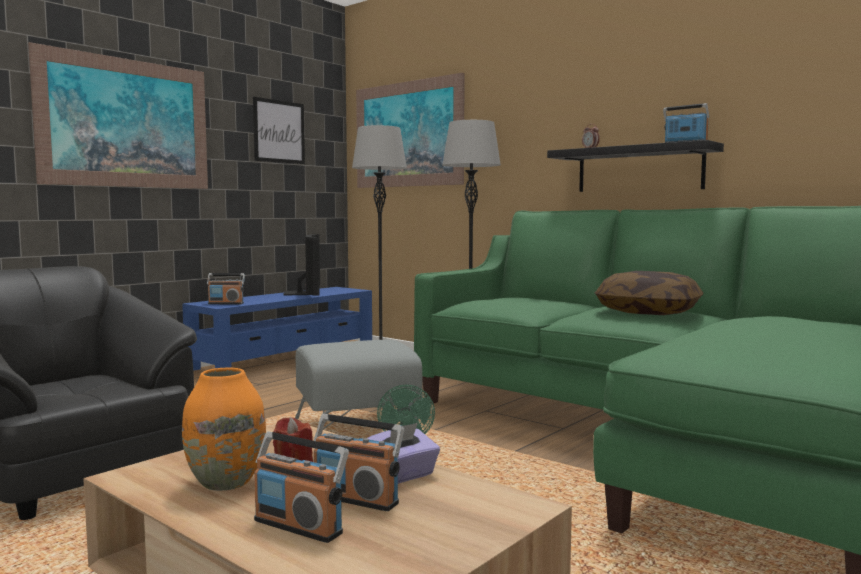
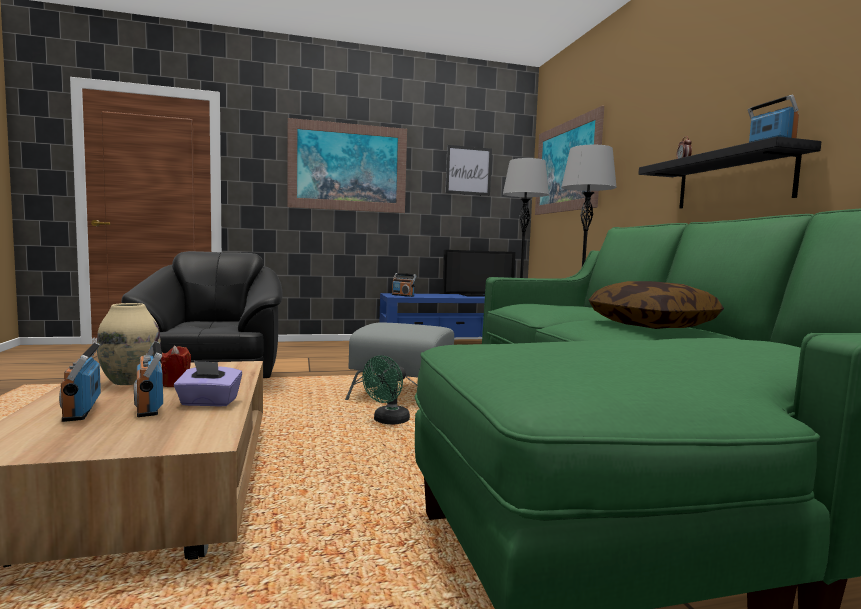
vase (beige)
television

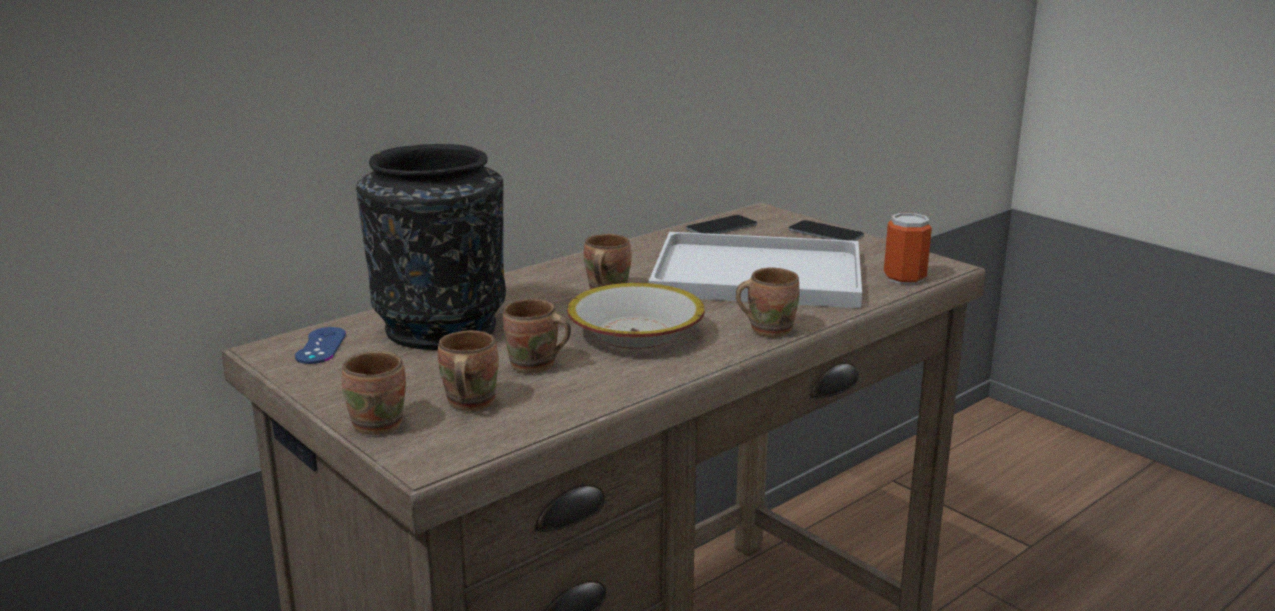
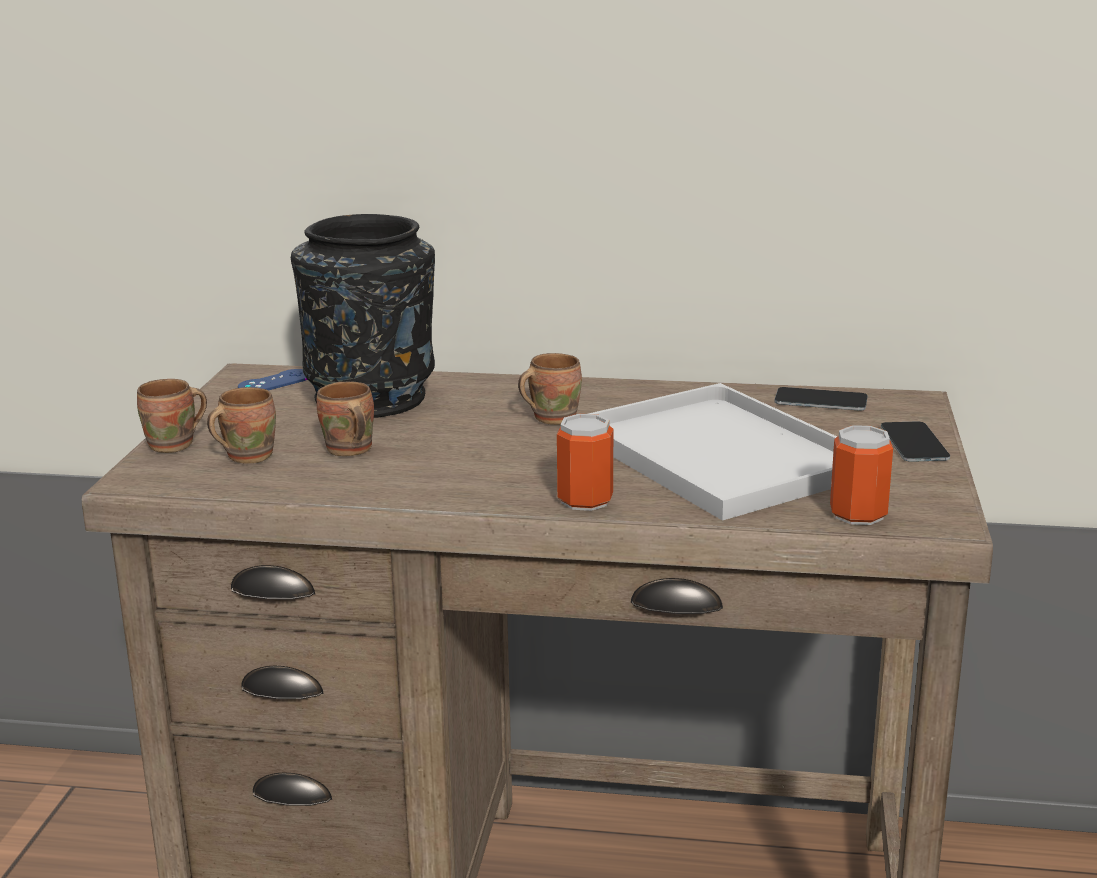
bowl
can (no. 1 from left)

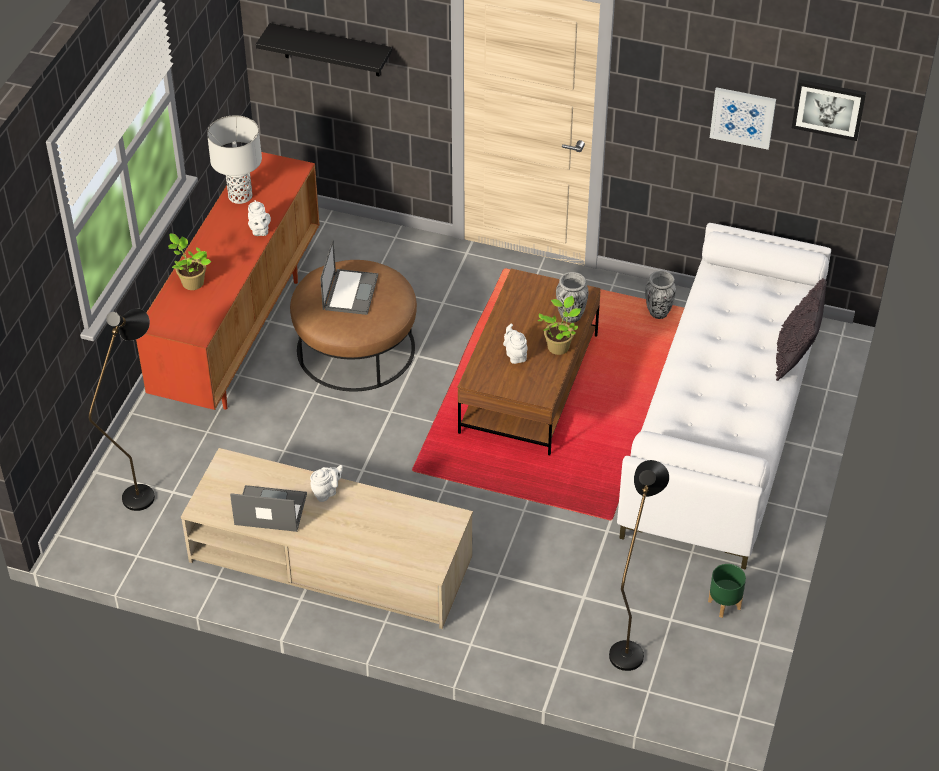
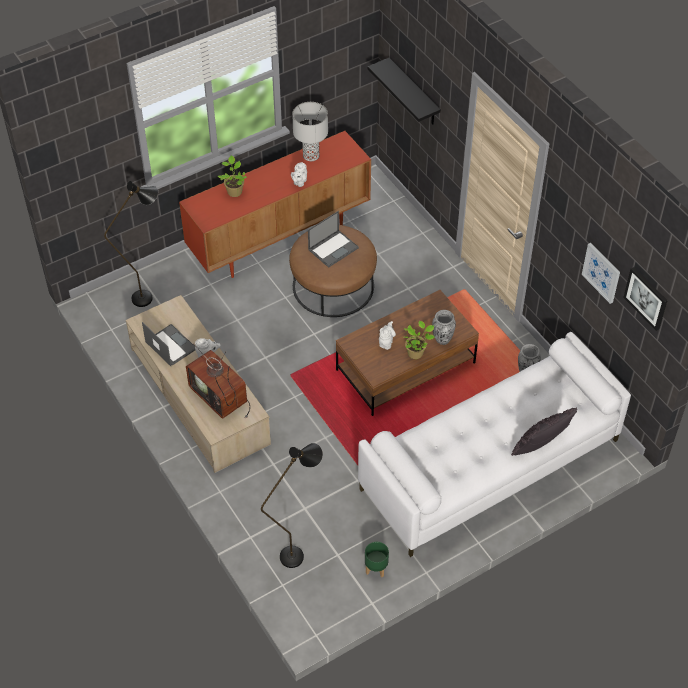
television

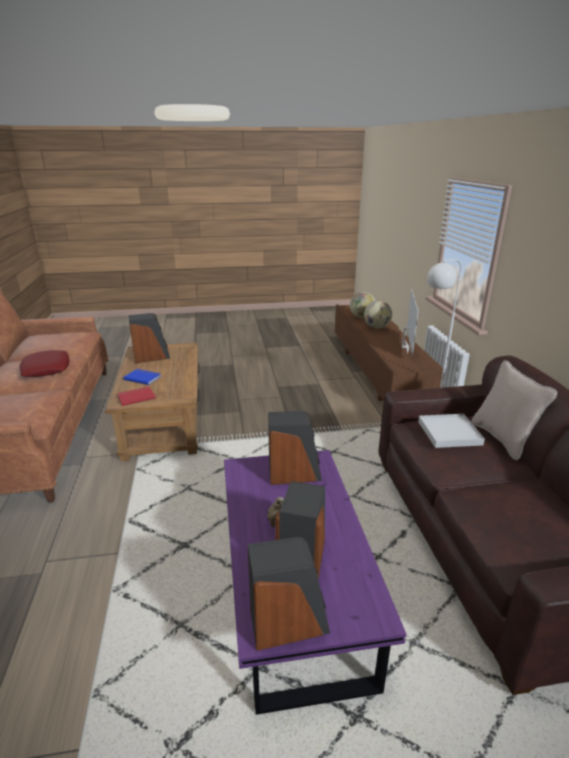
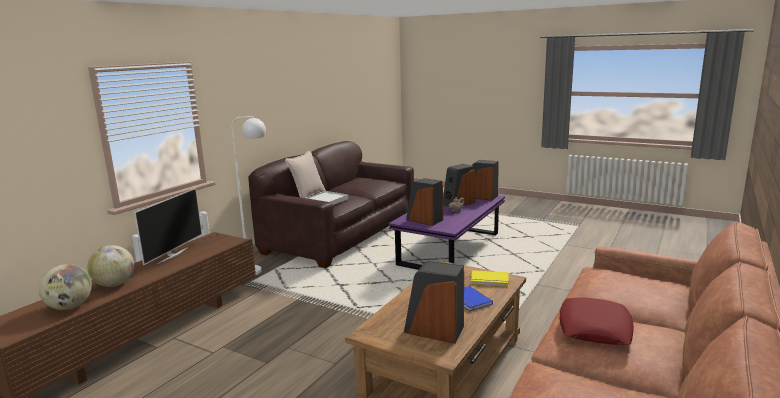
book (yellow)
television

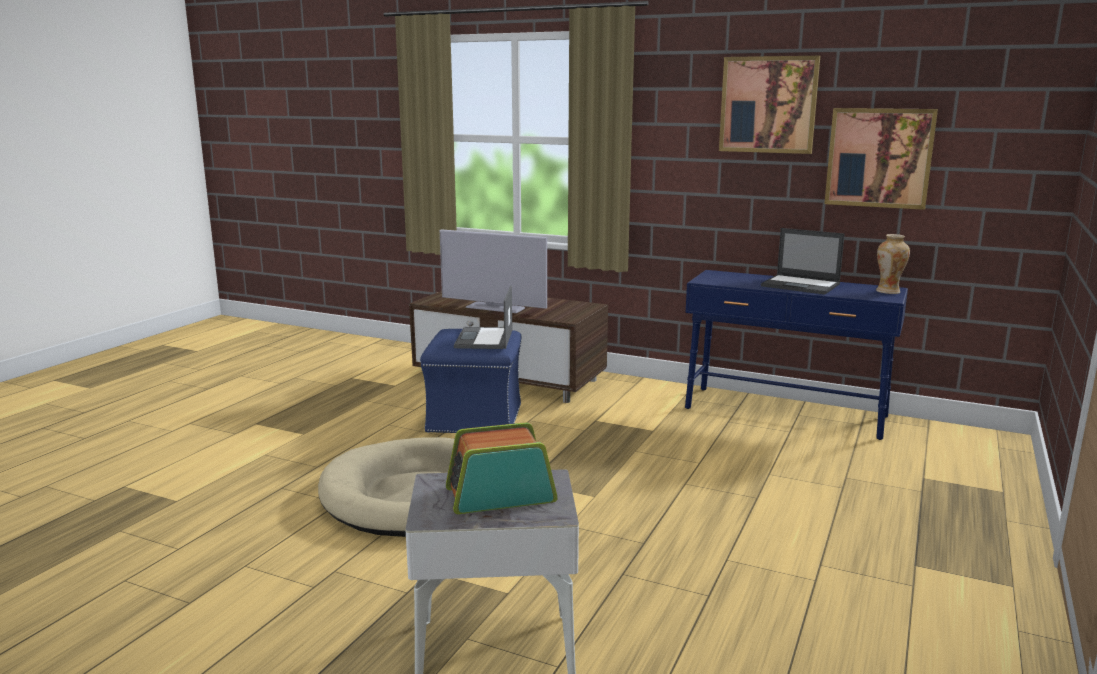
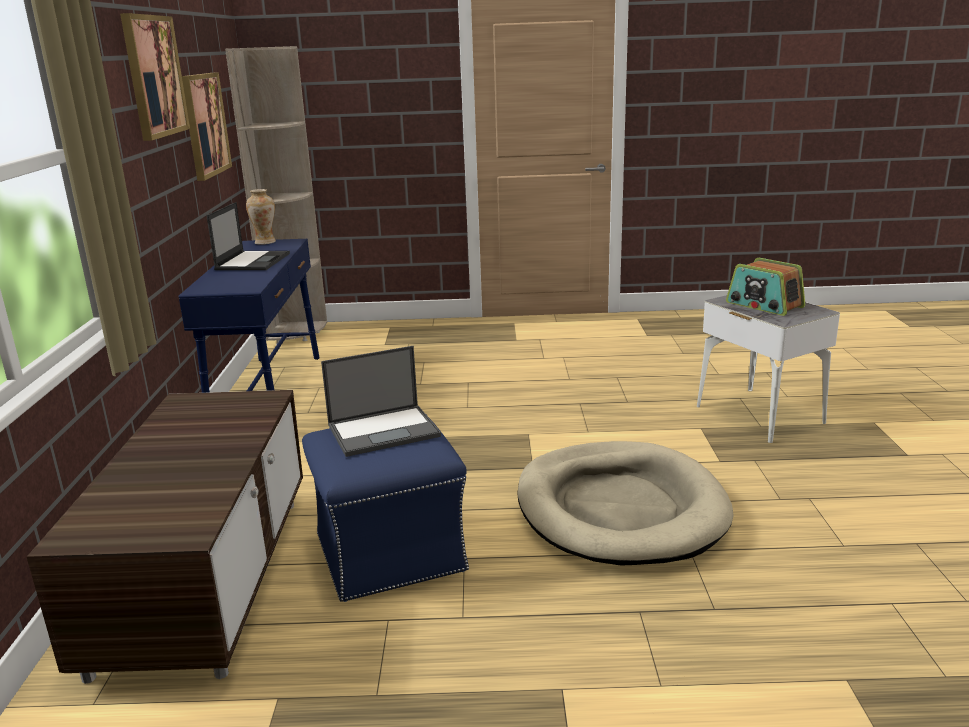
television
bookcase (beige)

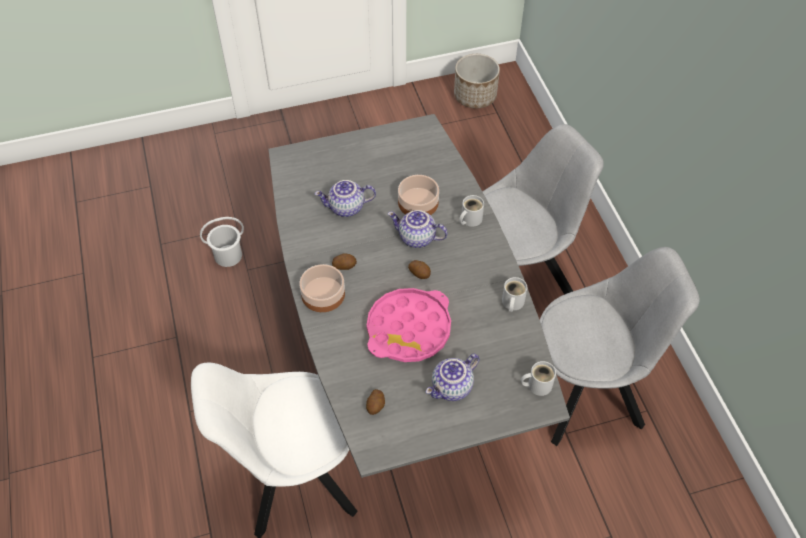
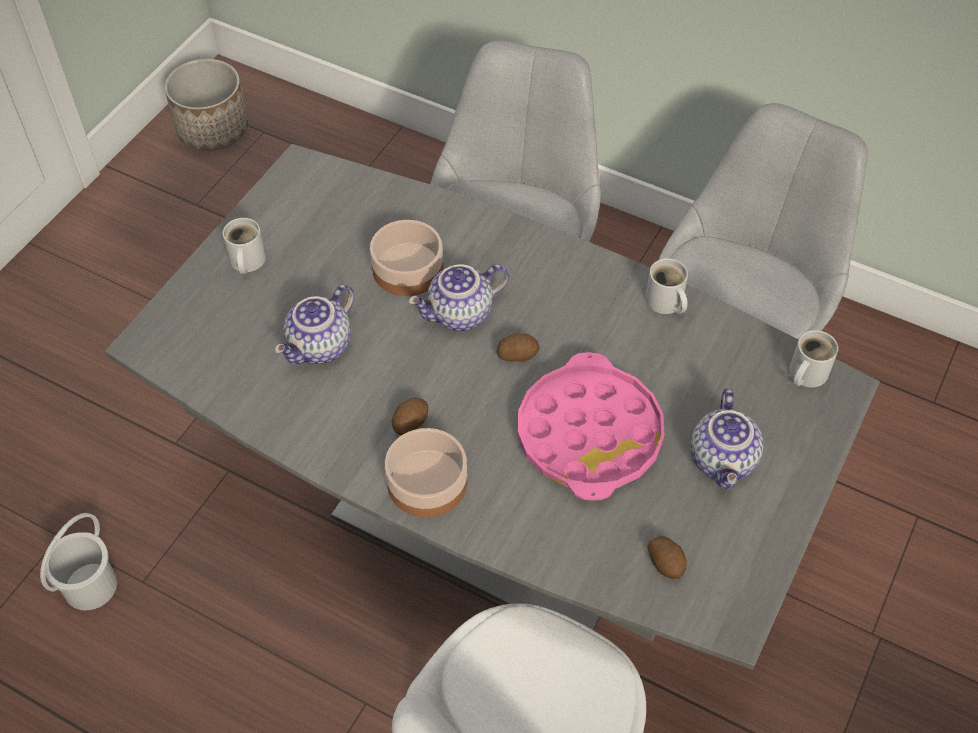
mug (white) (no. 1 from left)

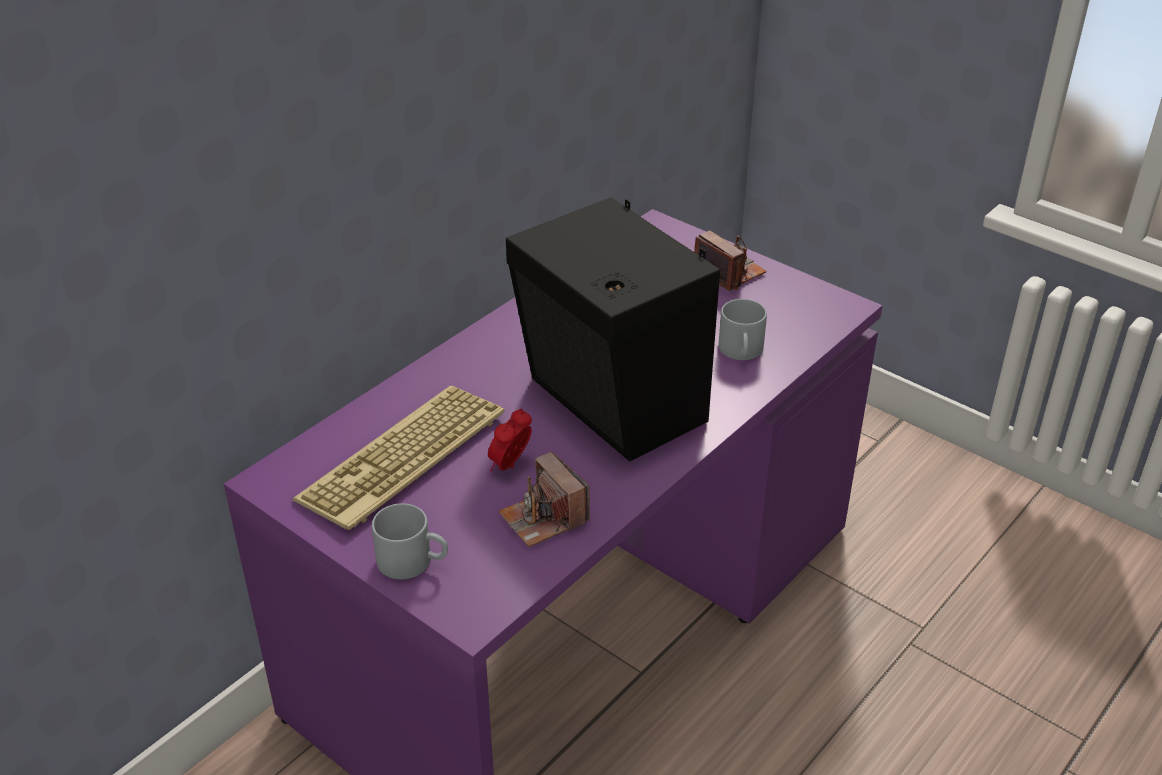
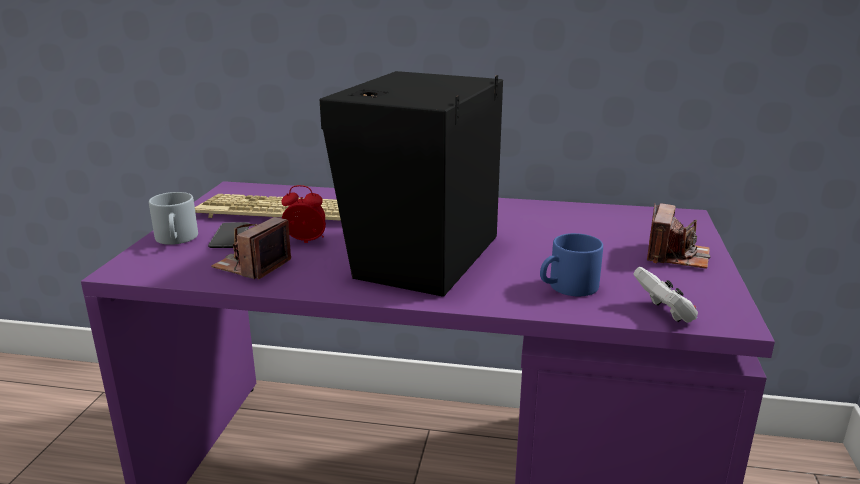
phone
game controller (white)
mug (blue)

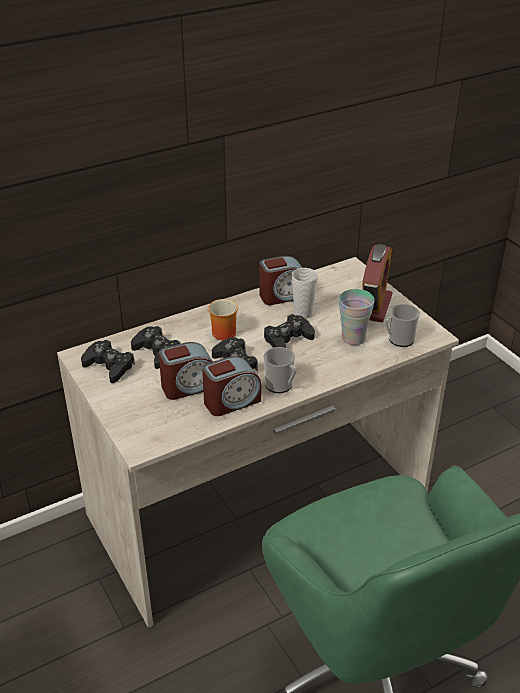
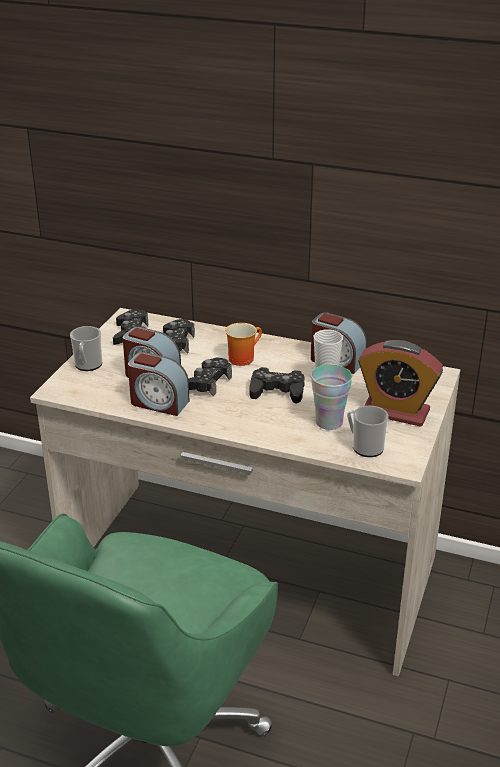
mug (no. 1 from left)
alarm clock (no. 4 from left)

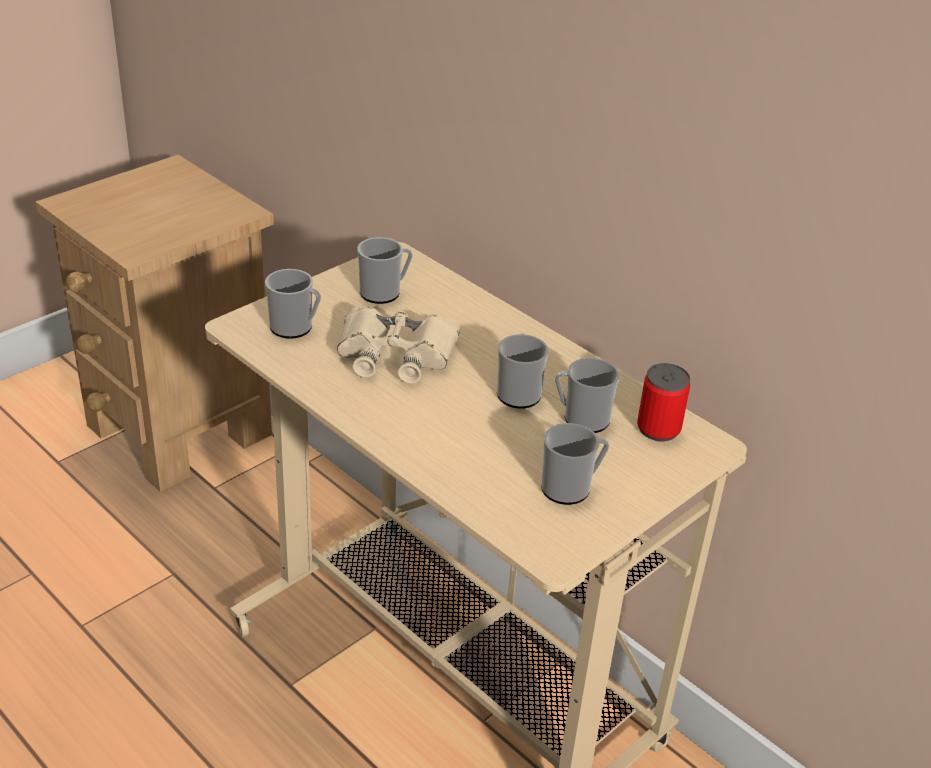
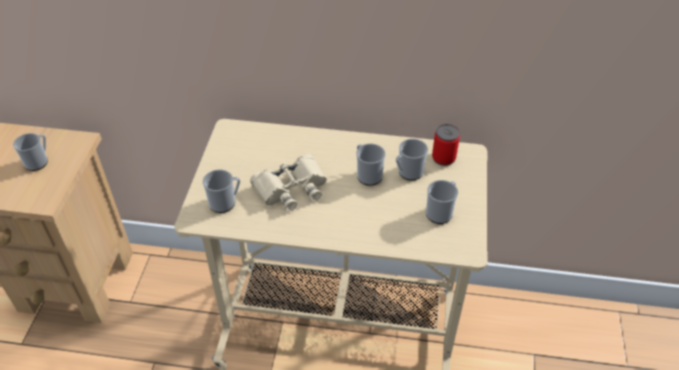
mug (no. 1 from left)

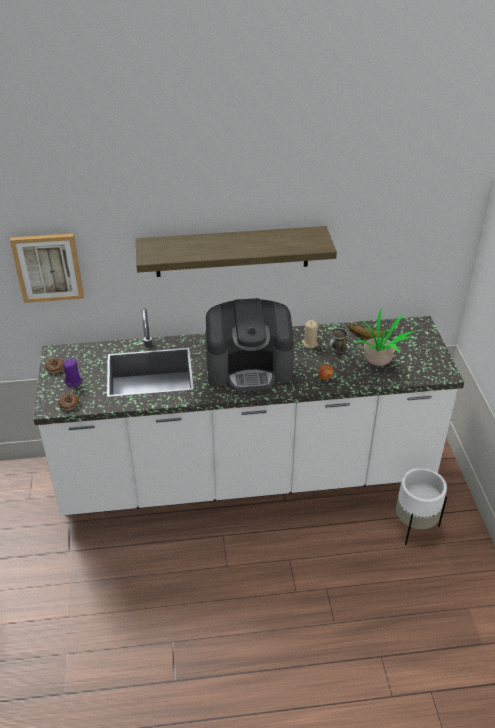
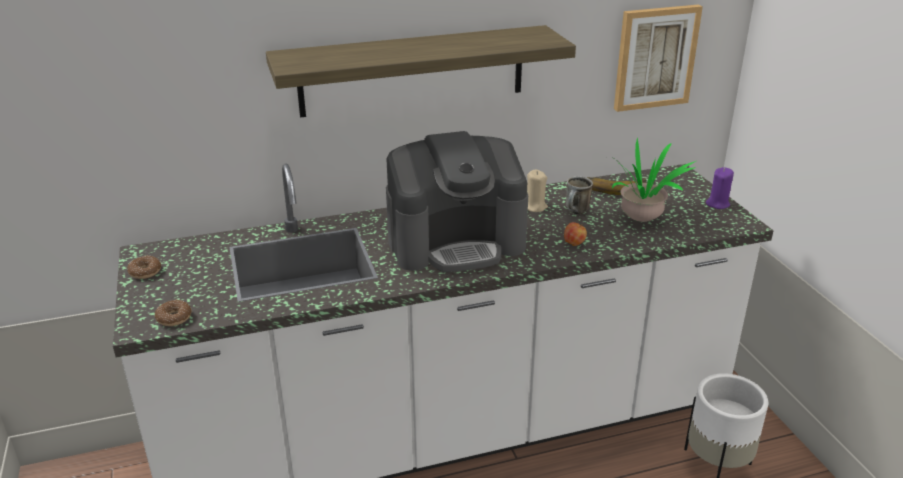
picture
candle (purple)

